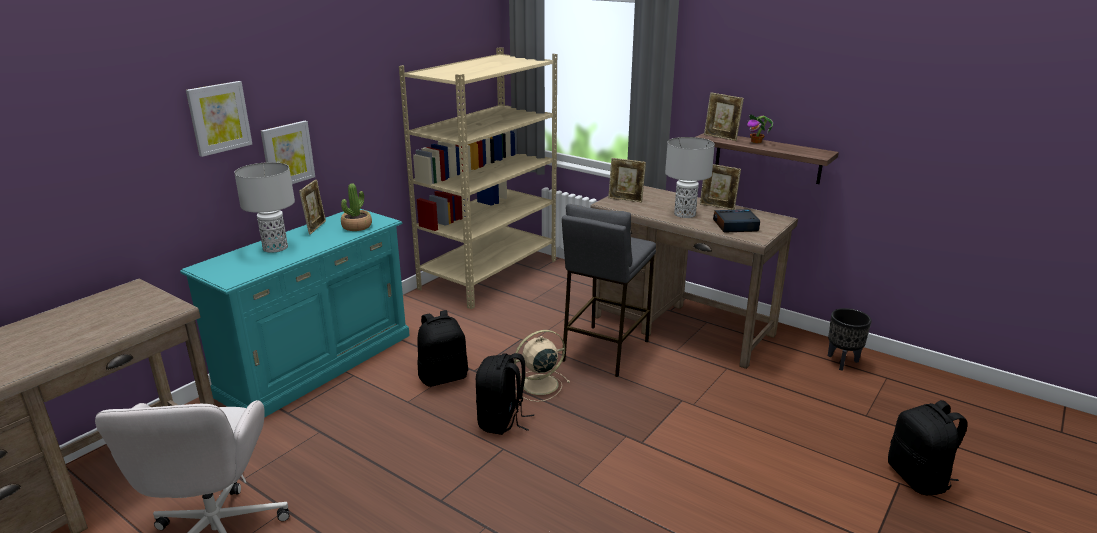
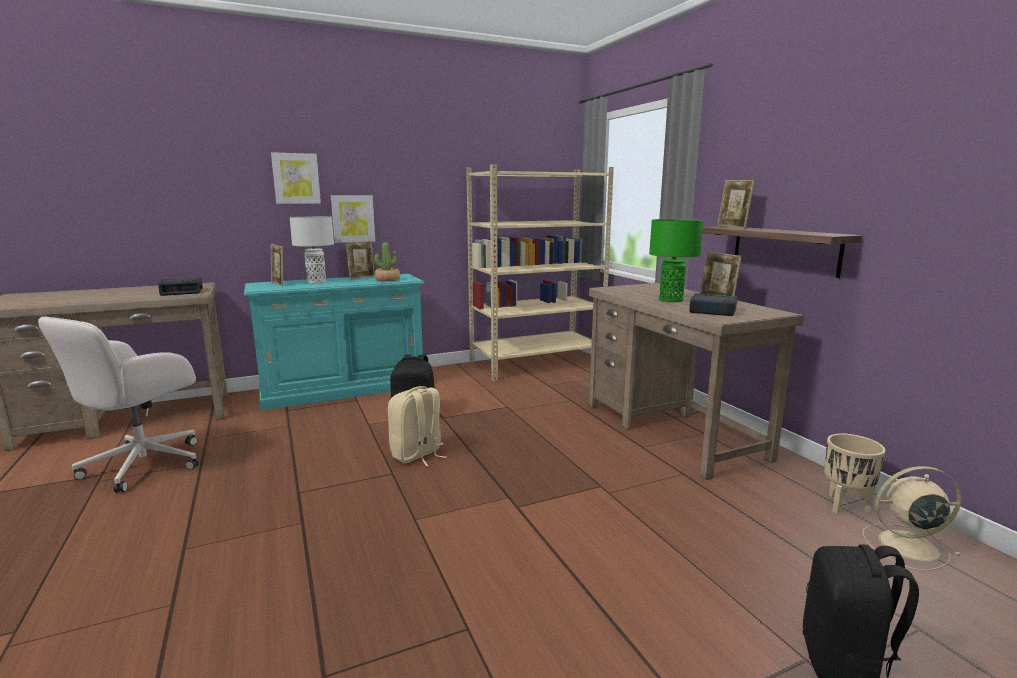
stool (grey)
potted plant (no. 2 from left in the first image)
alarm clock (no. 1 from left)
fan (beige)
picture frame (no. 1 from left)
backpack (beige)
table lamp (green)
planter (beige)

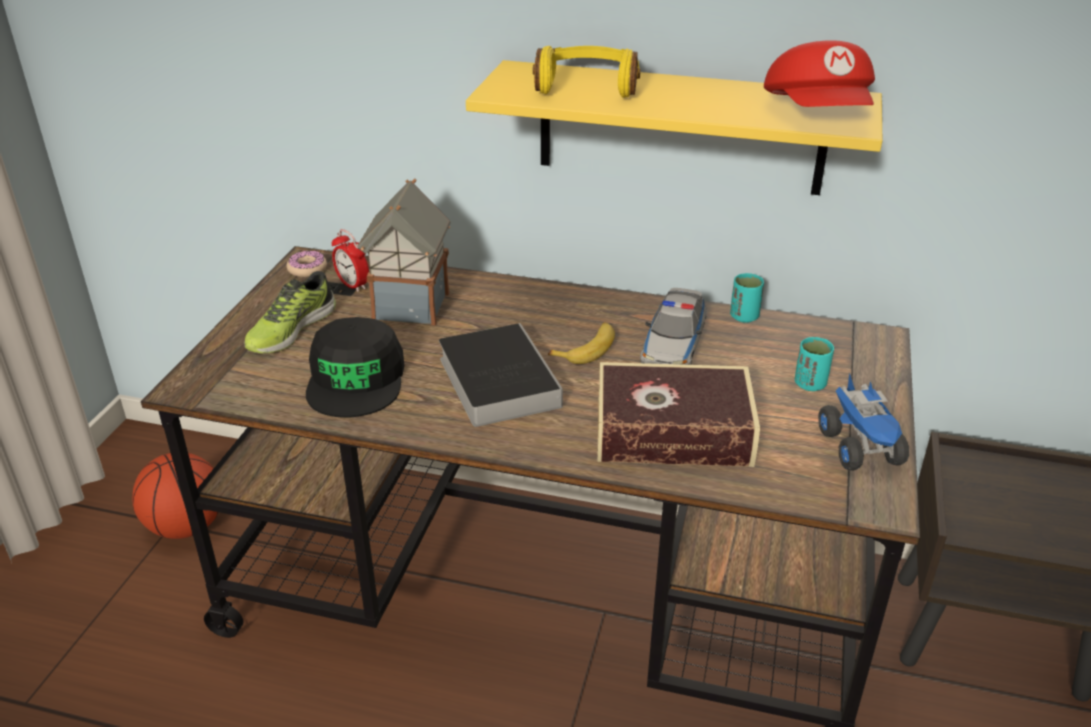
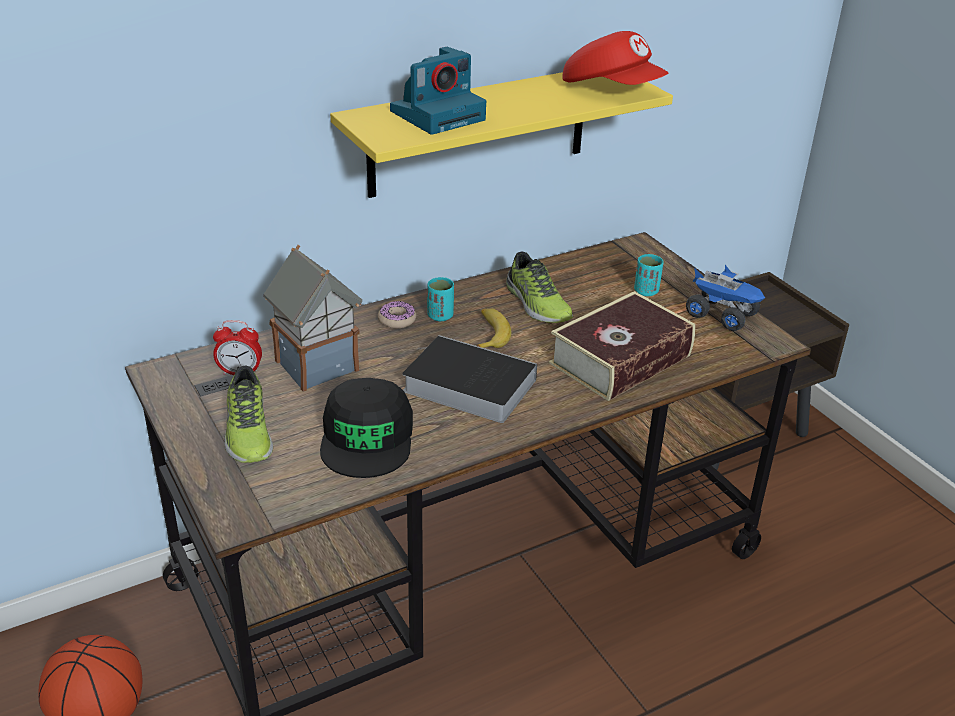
donut
cup (turquoise) (no. 1 from left)
photo camera
shoe (no. 2 from left)
cap (black)

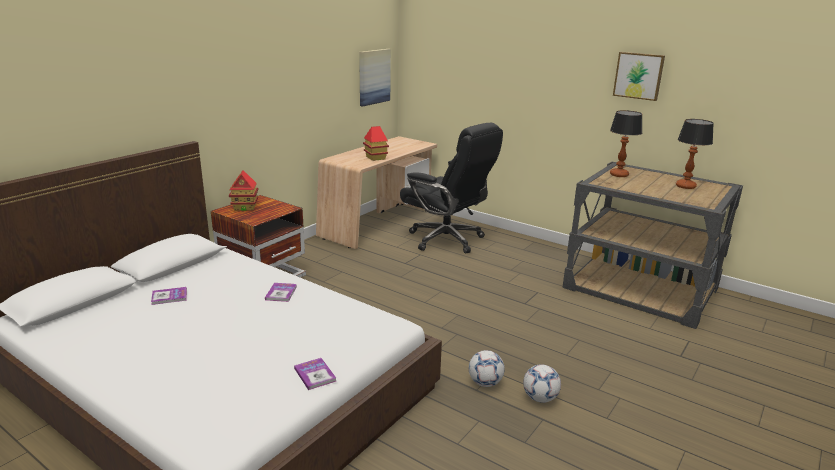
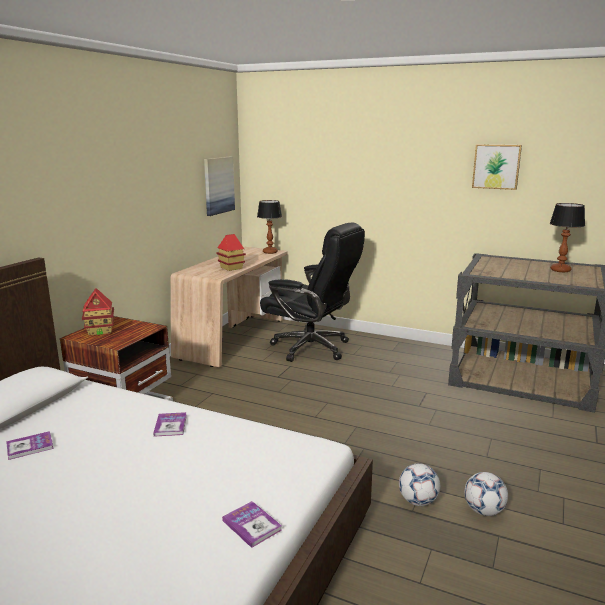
table lamp (no. 1 from left)

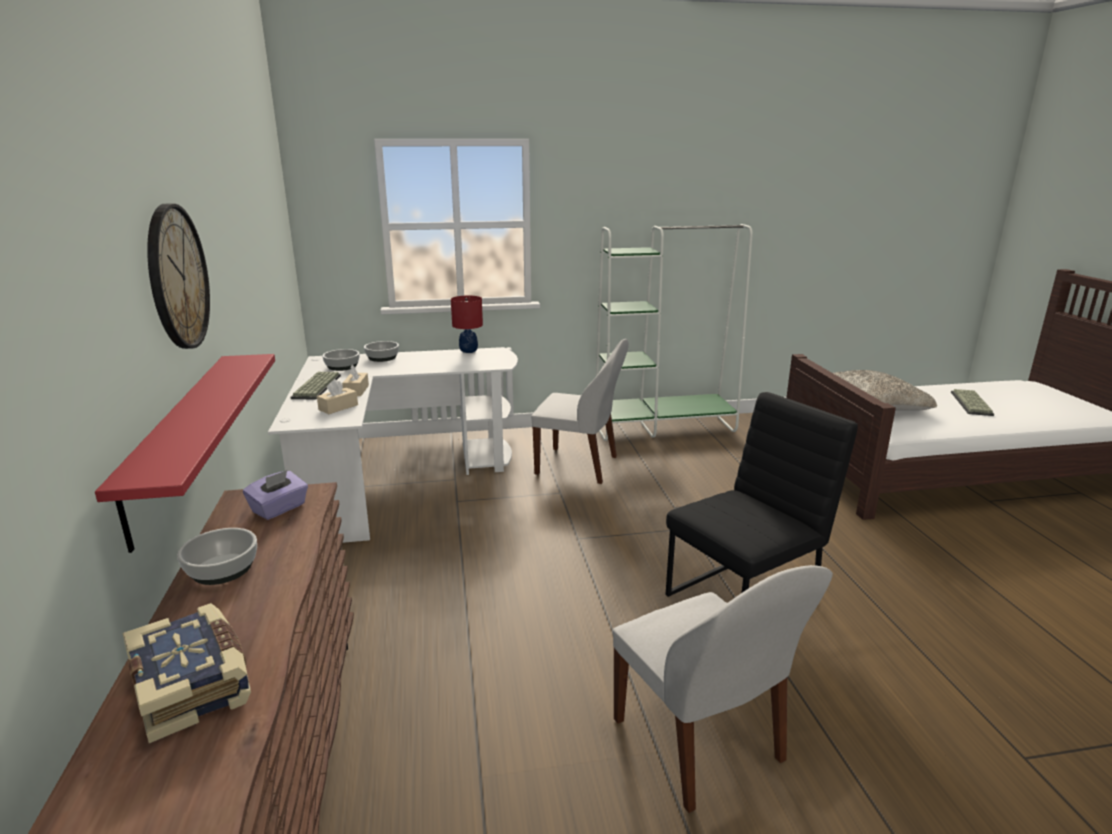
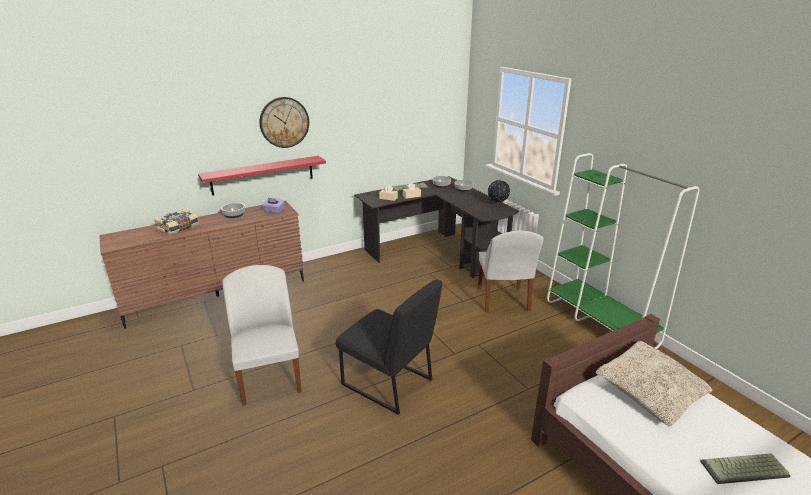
globe
desk (black)
chair (white) (no. 1 from left)

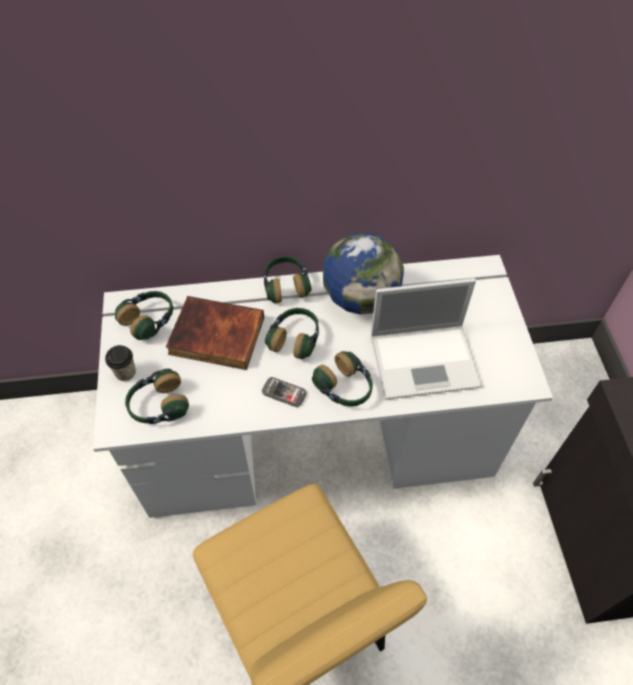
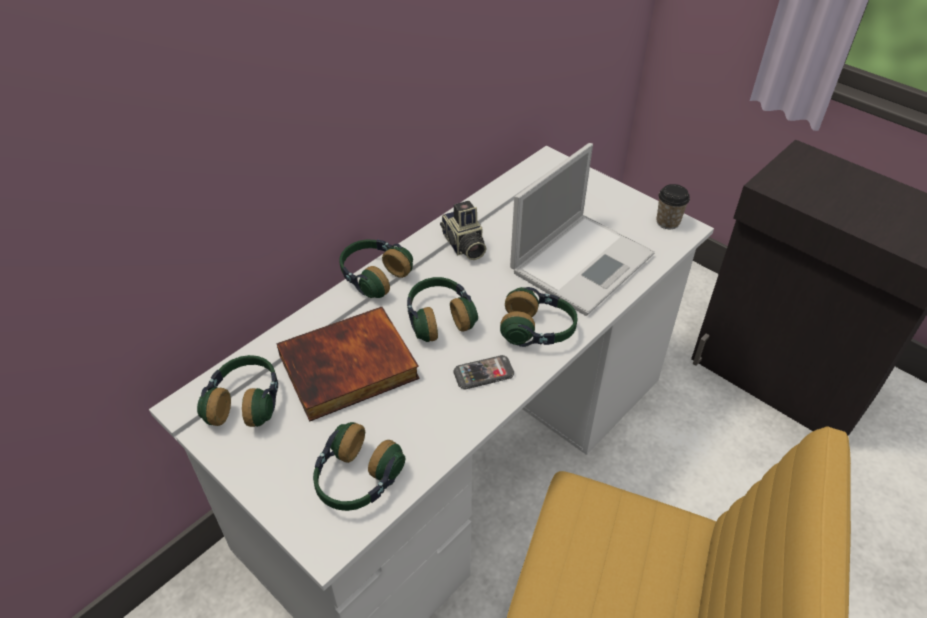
cup
photo camera

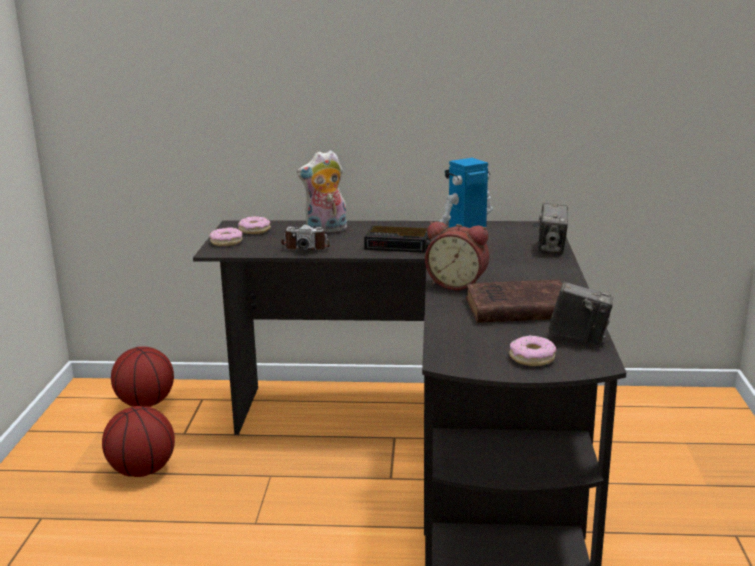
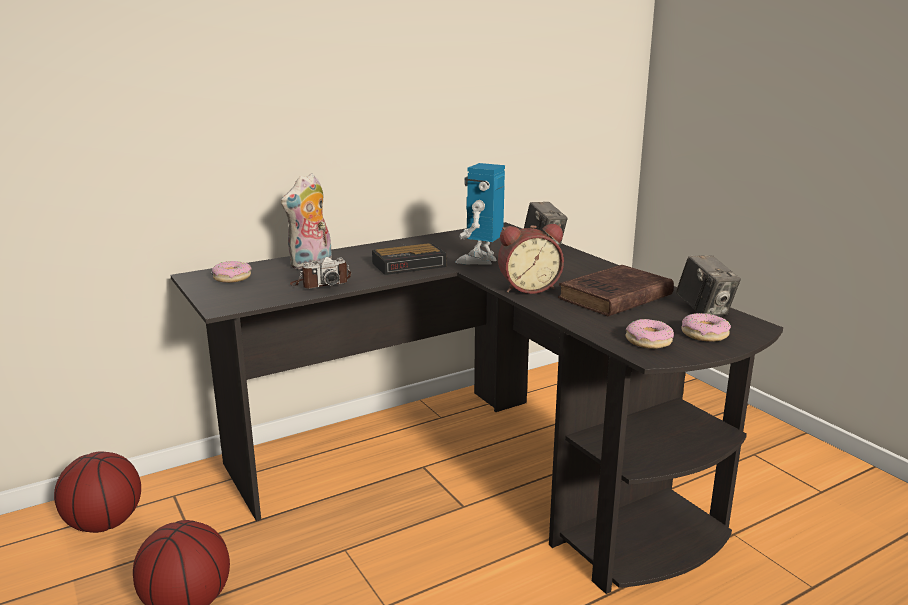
donut (no. 2 from left)
photo camera (no. 3 from left)

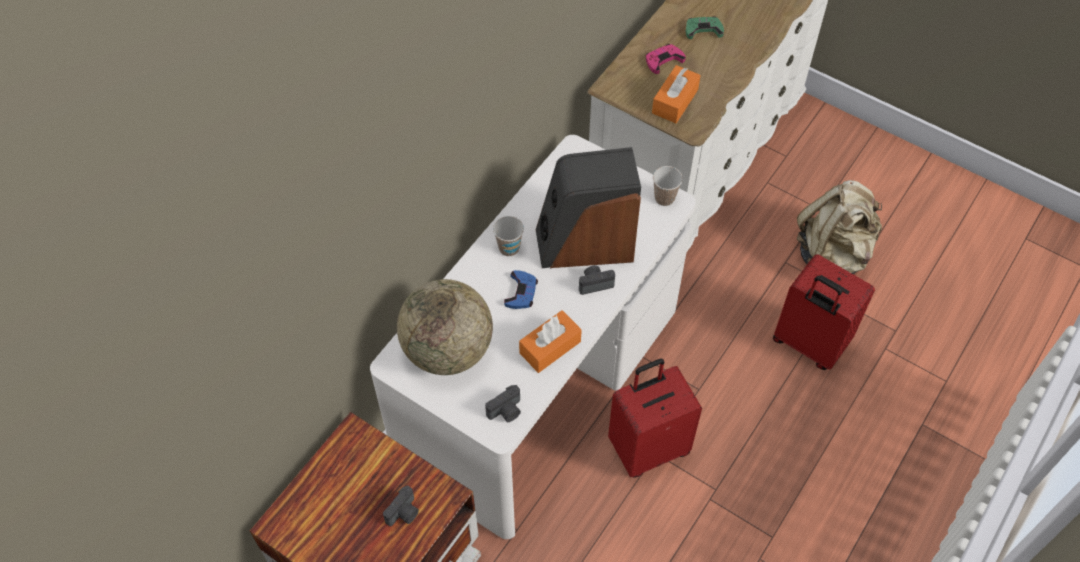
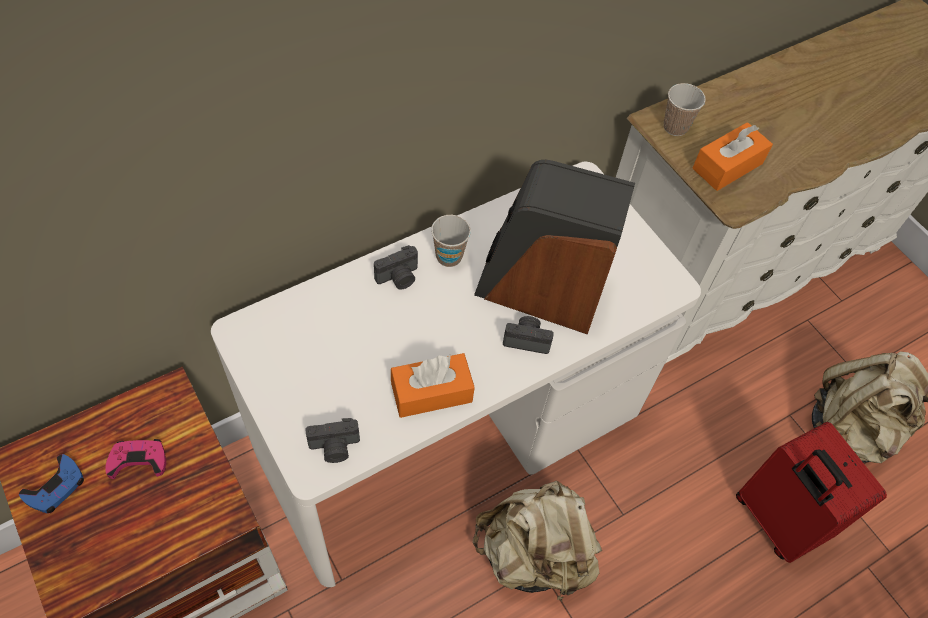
globe
game controller (green)
photo camera (no. 2 from left)
game controller (blue)
game controller (pink)
cup (no. 2 from left)
backpack (beige) (no. 1 from left)

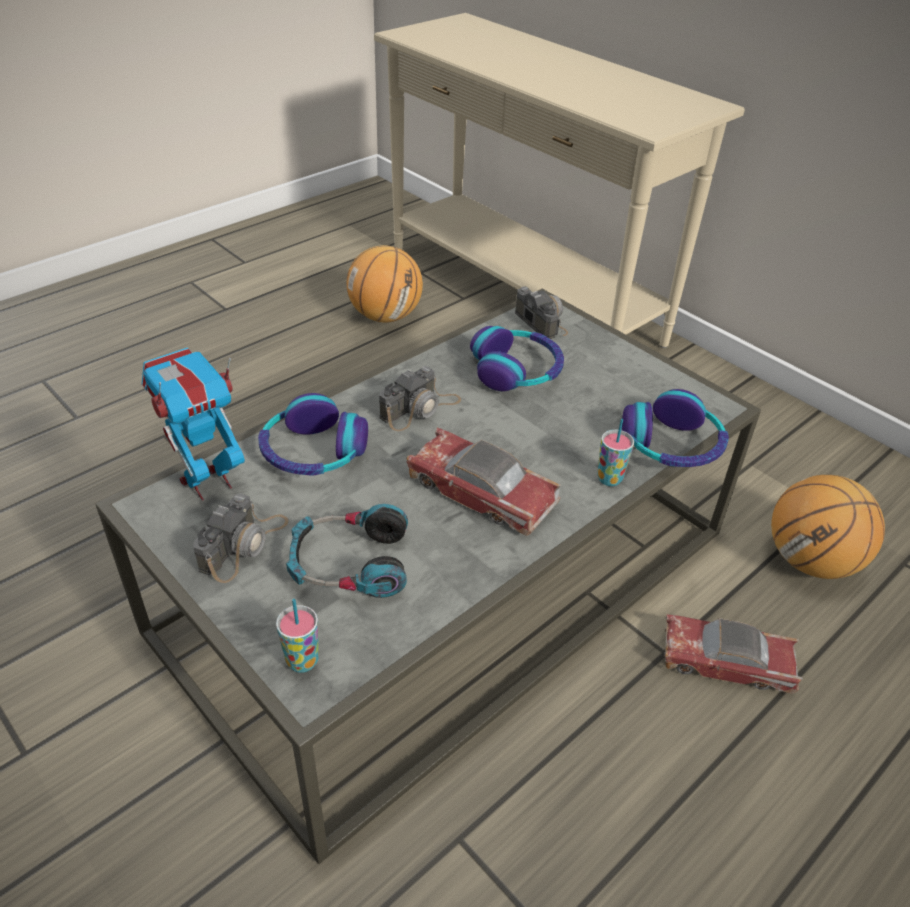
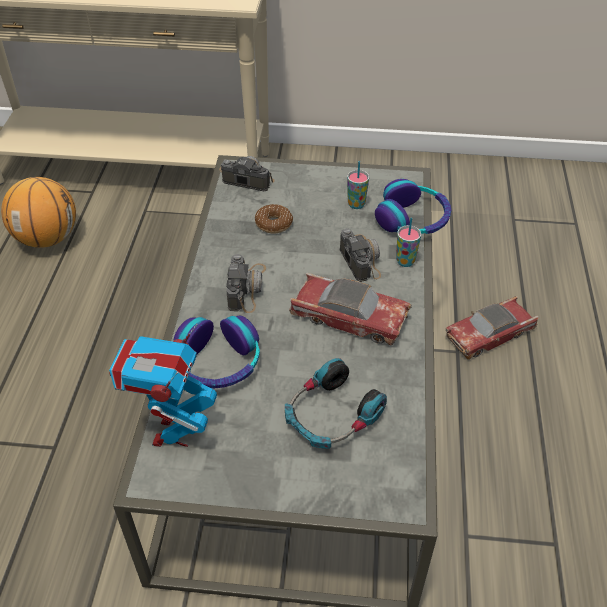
basketball (no. 2 from left in the first image)
photo camera (no. 3 from left)
cup (no. 1 from left)
donut
toy car (no. 1 from left)

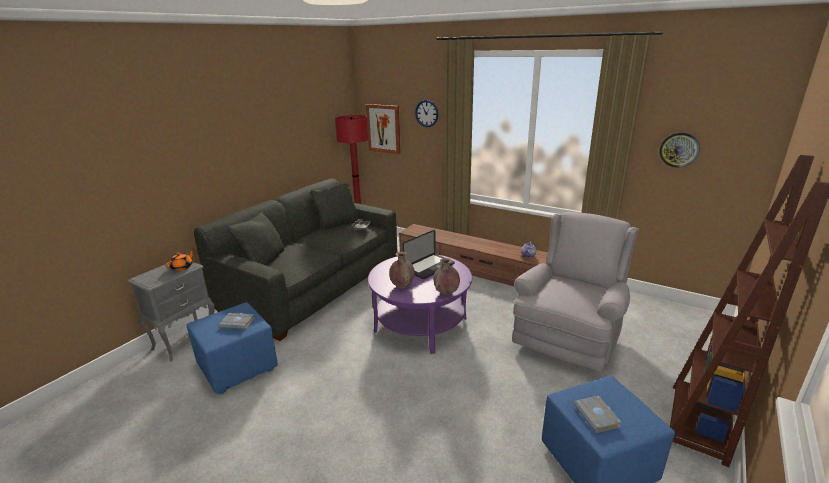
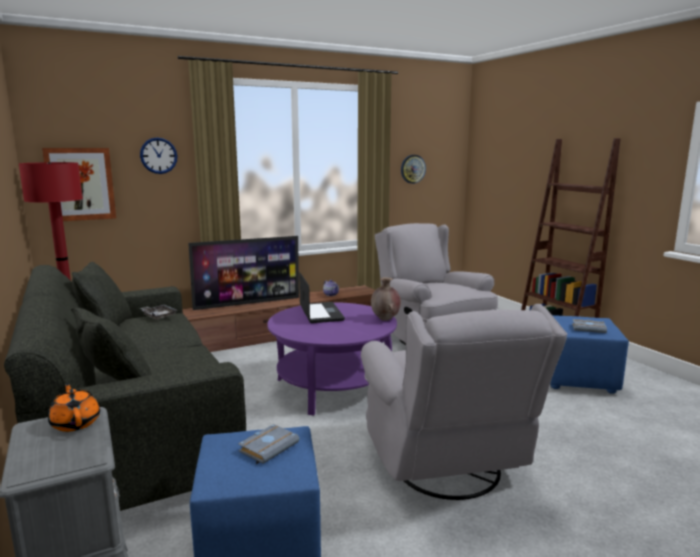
vase (brown) (no. 1 from left in the first image)
television
armchair (grey) (no. 2 from left)

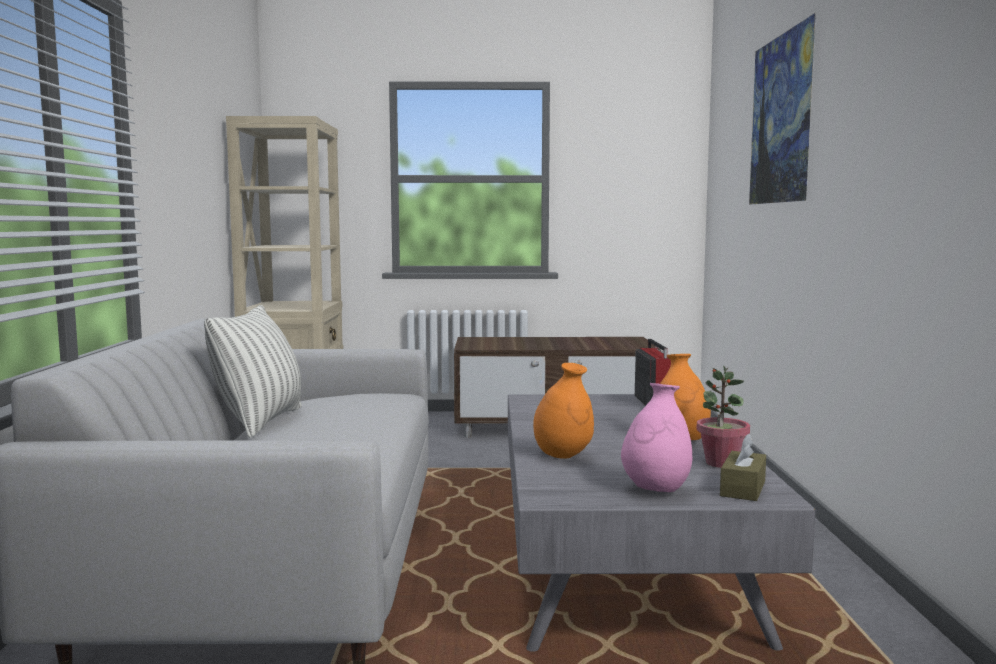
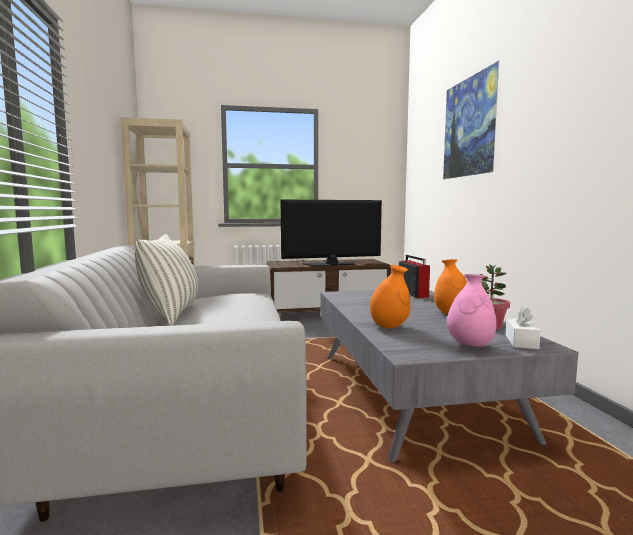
television
tissue box (white)

